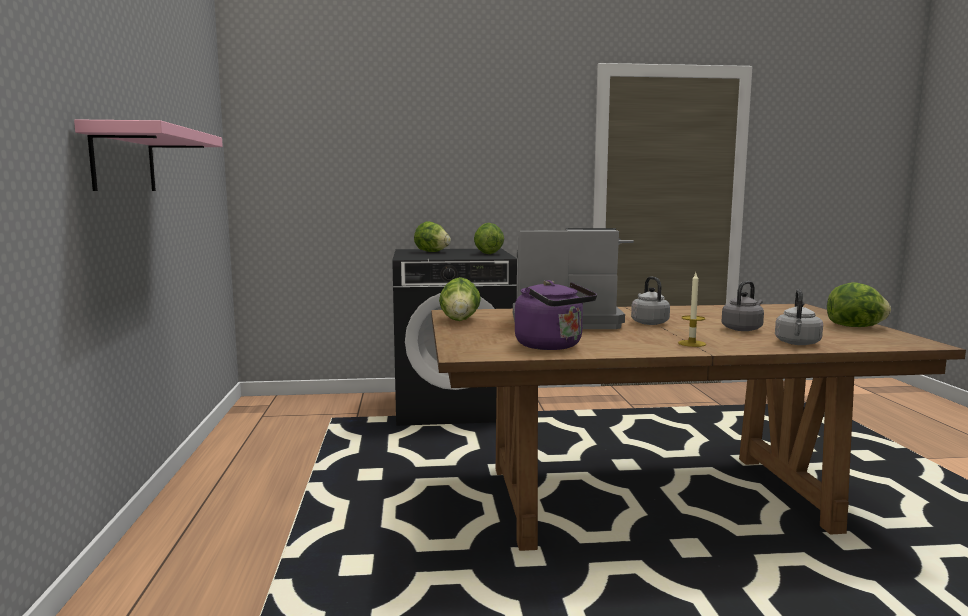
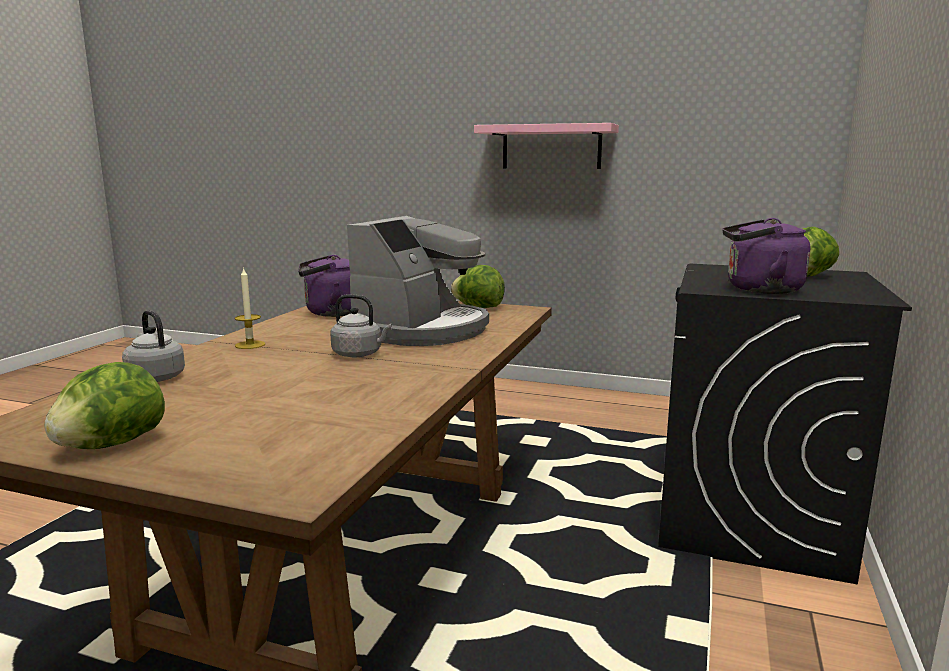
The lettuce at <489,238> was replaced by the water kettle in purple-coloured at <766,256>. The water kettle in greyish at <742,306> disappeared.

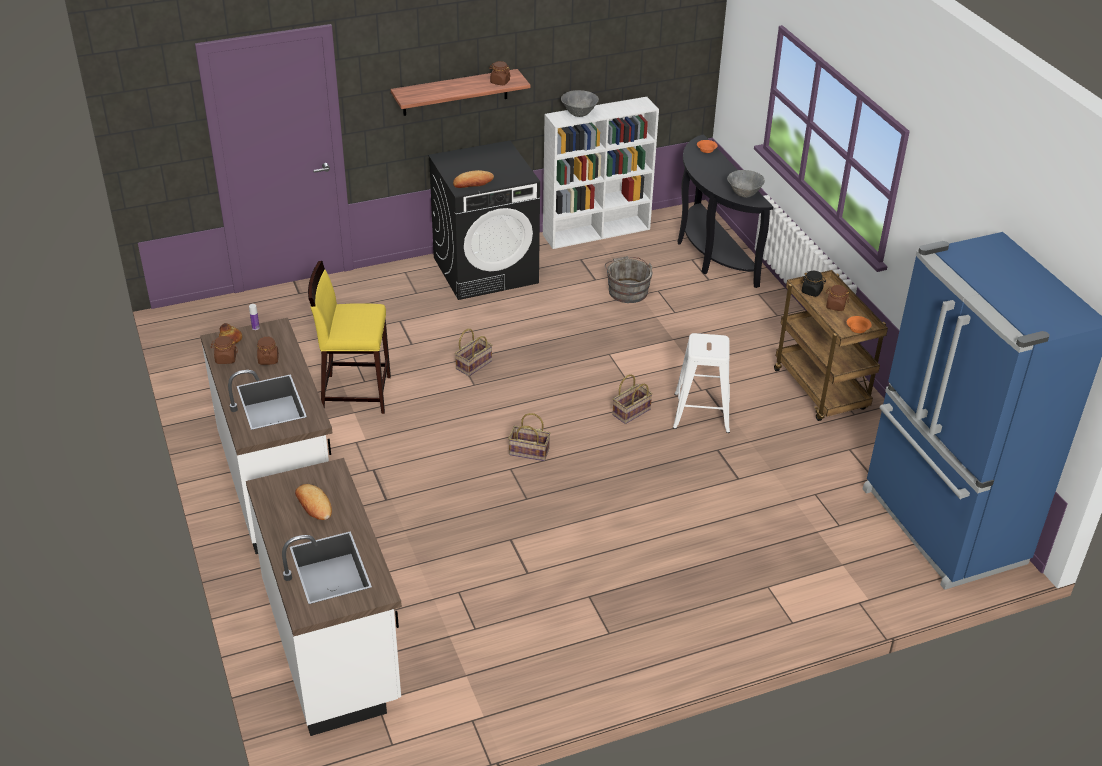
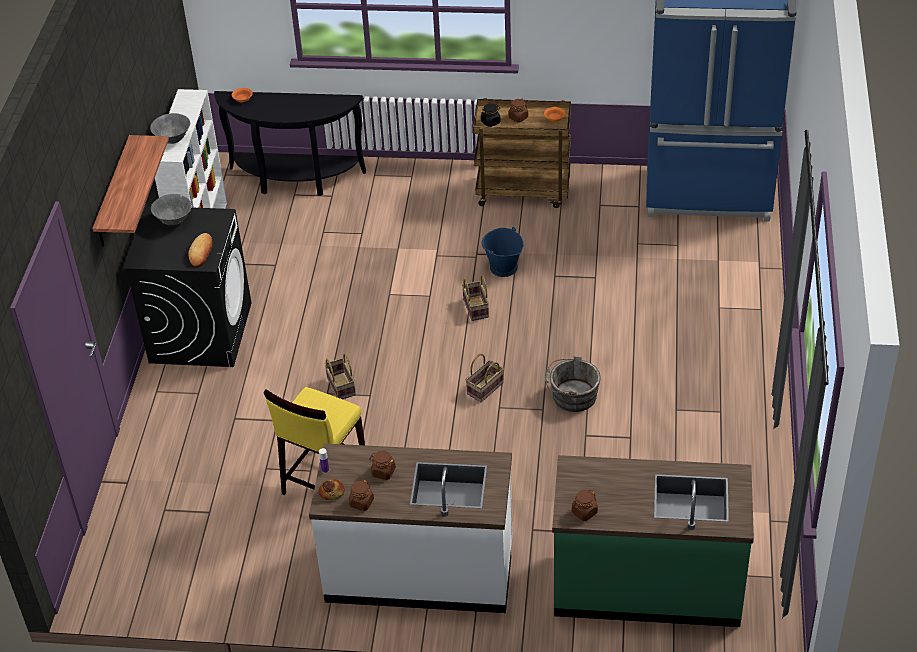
The storage jar in brown-coloured moved from <500,73> to <585,505>. The bowl in greyish moved from <746,184> to <171,209>. The water bucket in greyish moved from <628,279> to <573,384>. The stool seat in white at <701,383> was replaced by the water bucket in blue at <502,252>. The kitchen base unit in white at <324,597> became the kitchen base unit in greenish at <653,541>. The bread at <313,502> disappeared.

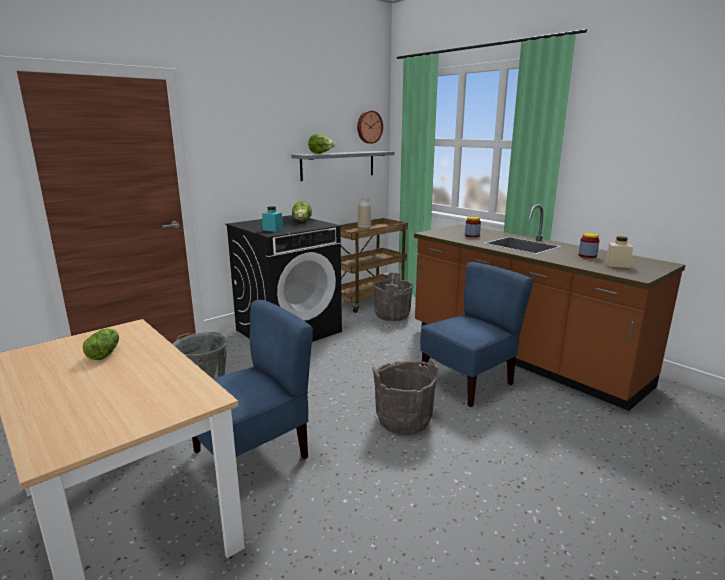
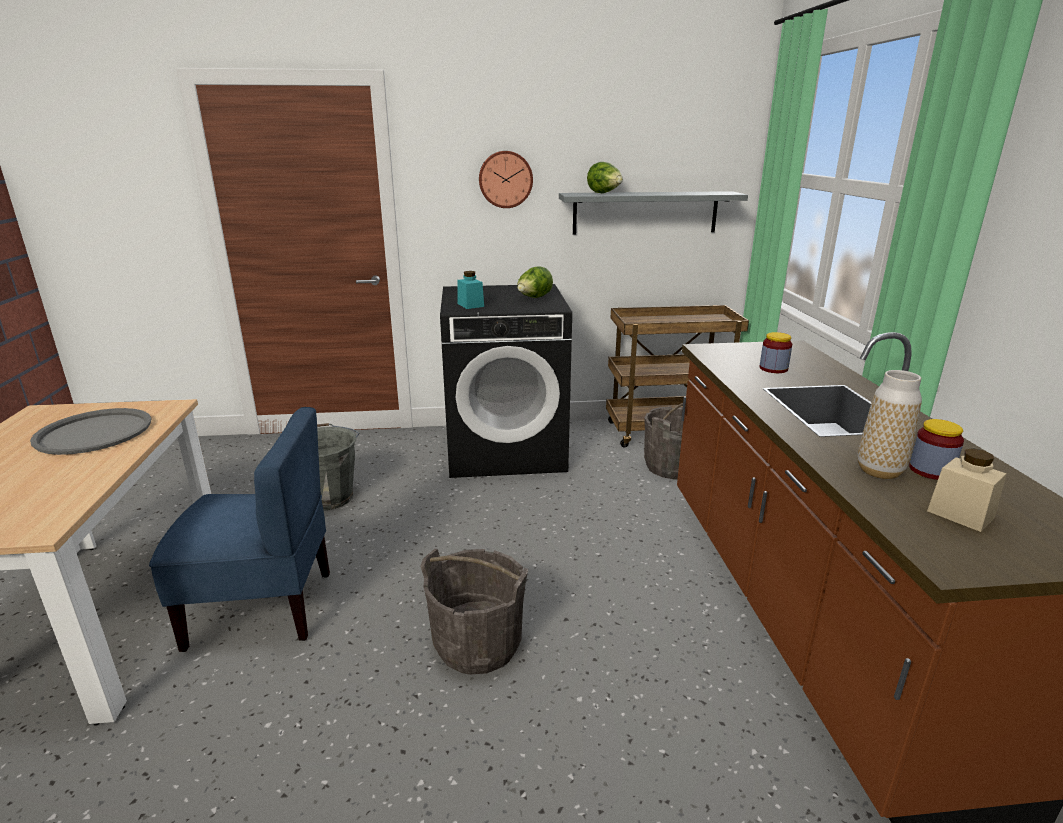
The clock on the wall moved from <370,127> to <506,179>. The decorative vase moved from <364,214> to <889,424>. The plain chair in blue at <477,334> disappeared. The lettuce at <101,344> was replaced by the carrying tray in greyish at <90,431>.

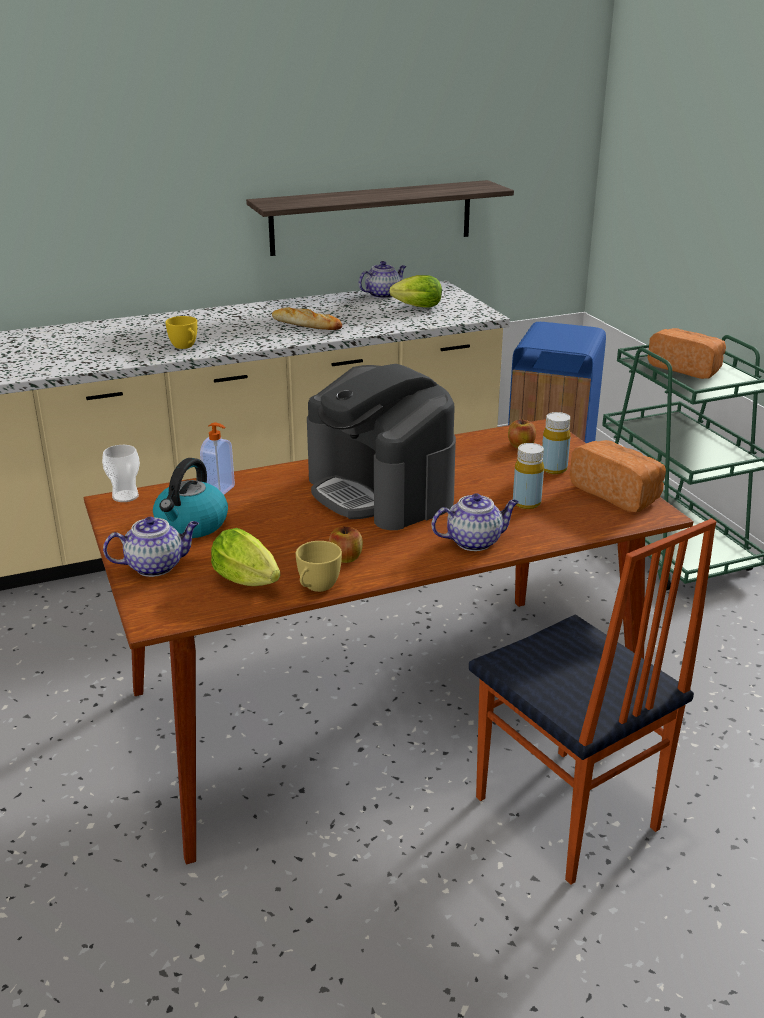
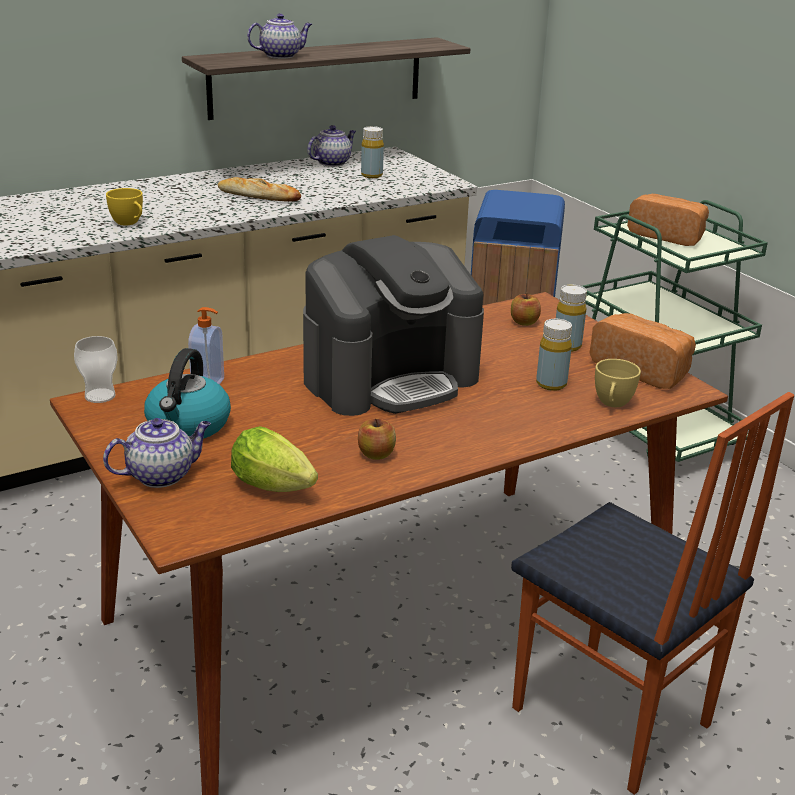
The lettuce at <415,291> was replaced by the drink bottle in yellow at <372,152>. The coffee brewer at <381,447> turned 75 degrees counterclockwise. The tea pot moved from <475,522> to <279,36>. The cup in yellow moved from <319,566> to <618,383>.

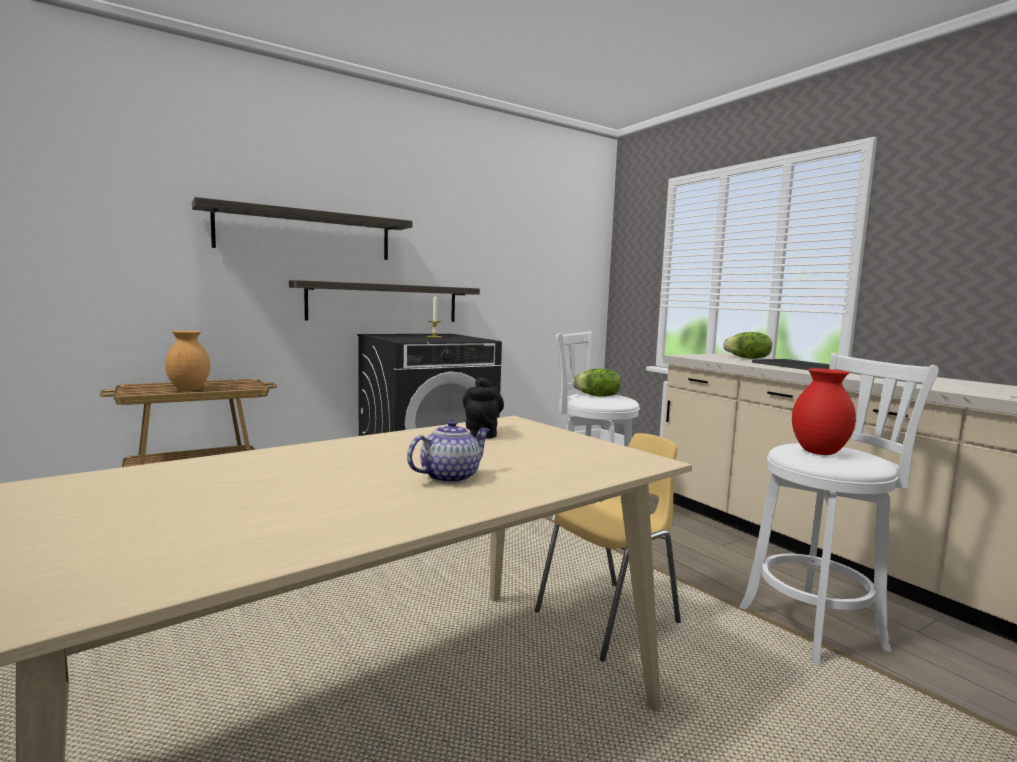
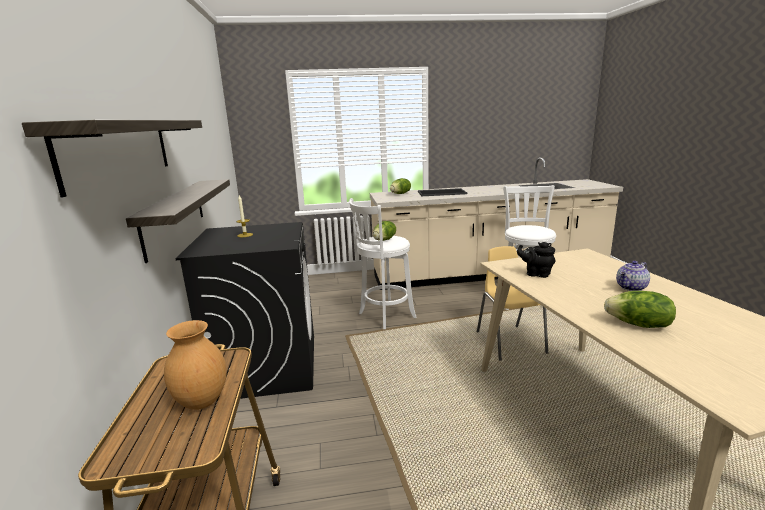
The decorative vase in red at <824,411> disappeared. The tea pot at <448,451> turned 105 degrees counterclockwise. The lettuce at <640,309> appeared.

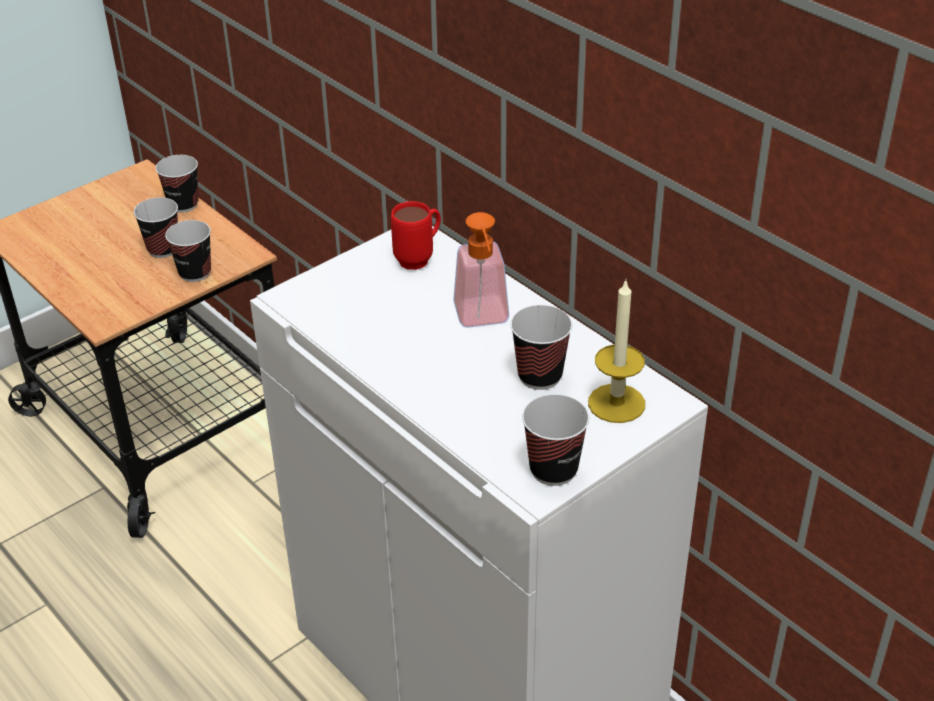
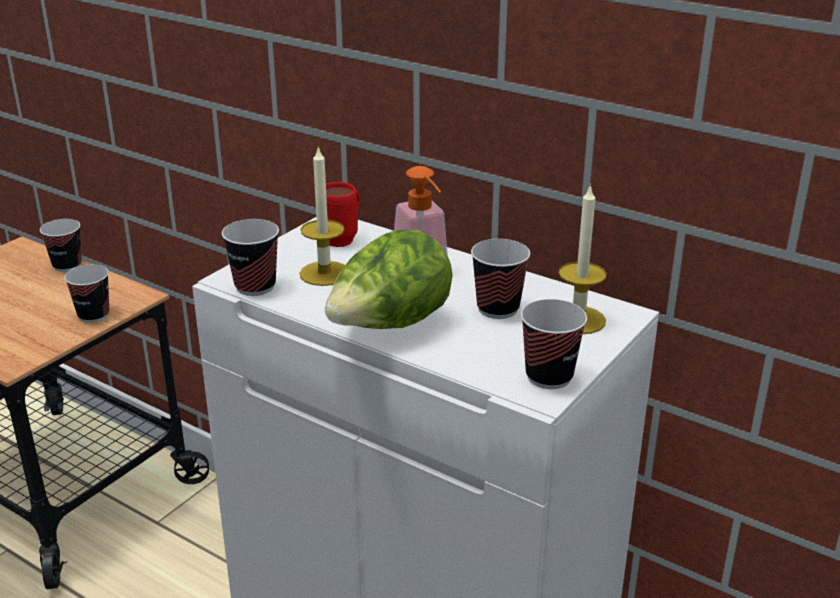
The cup moved from <156,227> to <250,257>. The wax candle at <322,215> appeared. The lettuce at <389,279> appeared.

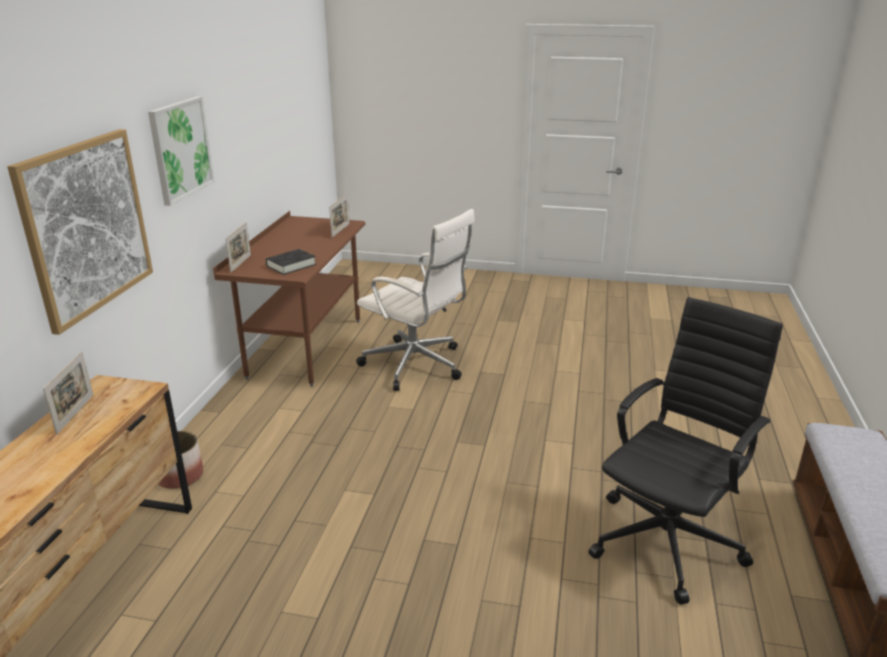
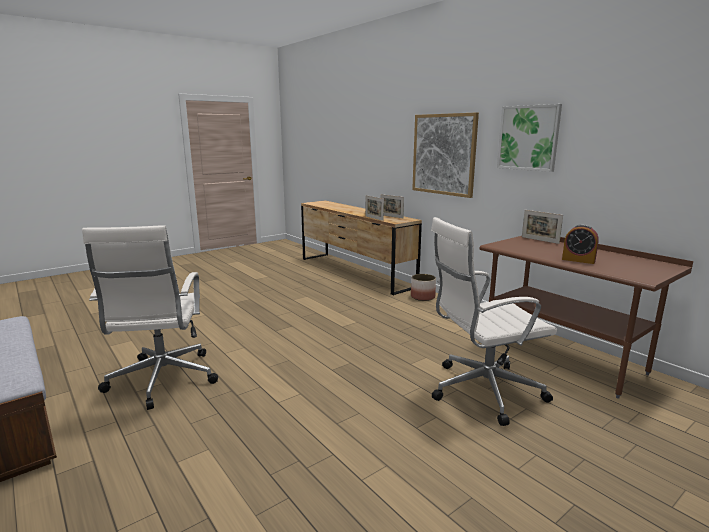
The picture frame moved from <339,215> to <374,208>. The book in black-coloured at <291,262> disappeared. The desk chair in black-coloured at <686,451> became the desk chair in white at <150,317>. The bedside clock at <580,244> appeared.

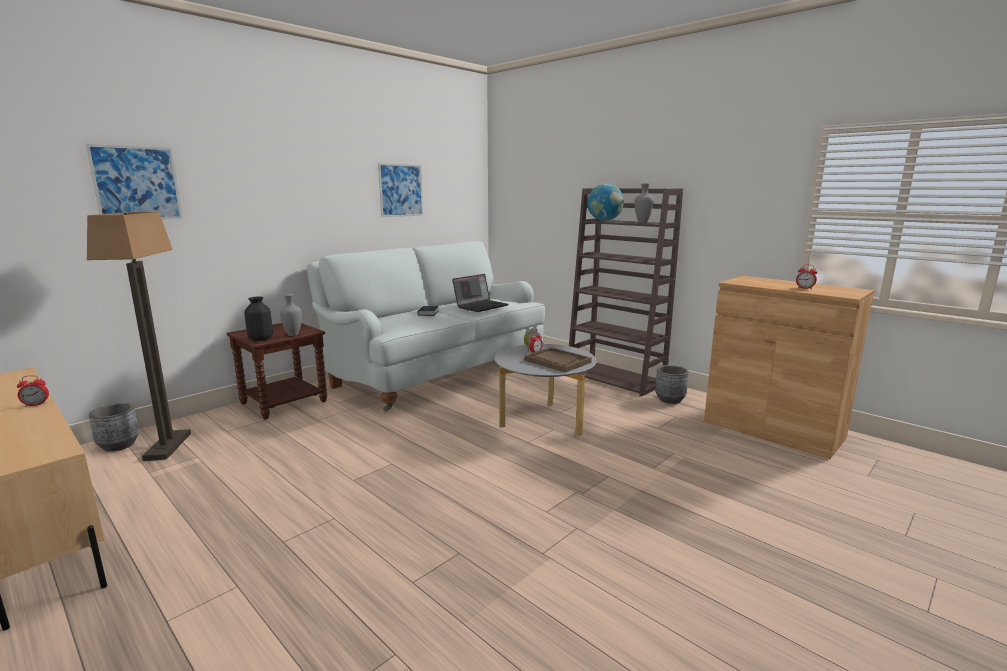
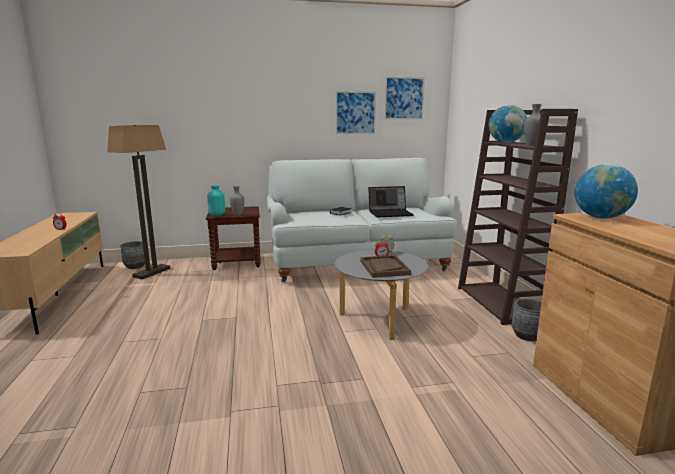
The wall picture moved from <134,181> to <404,98>. The bedside clock at <806,276> disappeared. The decorative vase in black-coloured at <258,318> became the decorative vase in turquoise at <216,200>. The globe at <606,191> appeared.

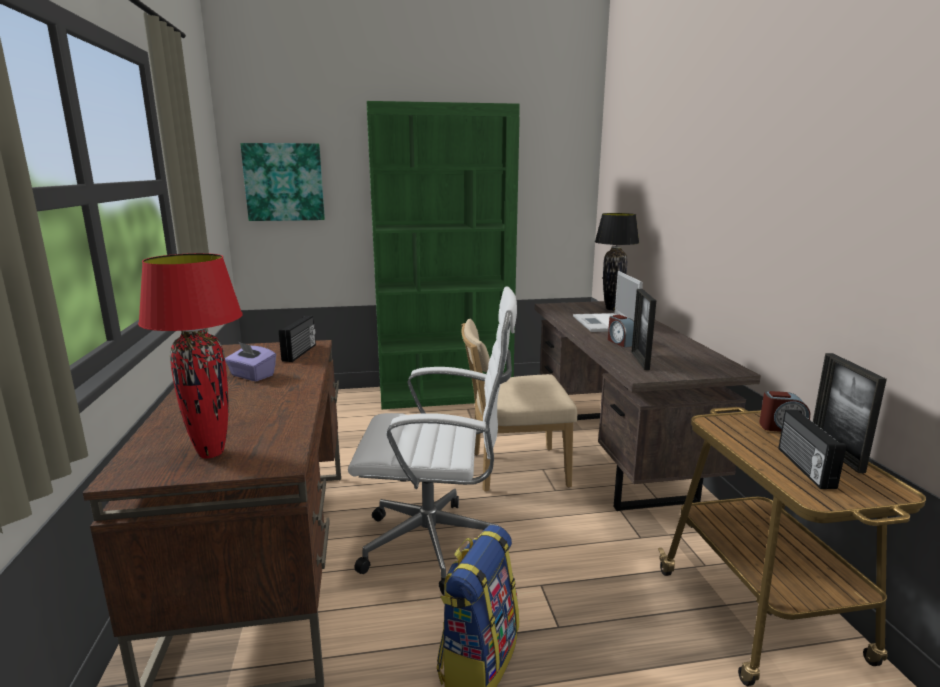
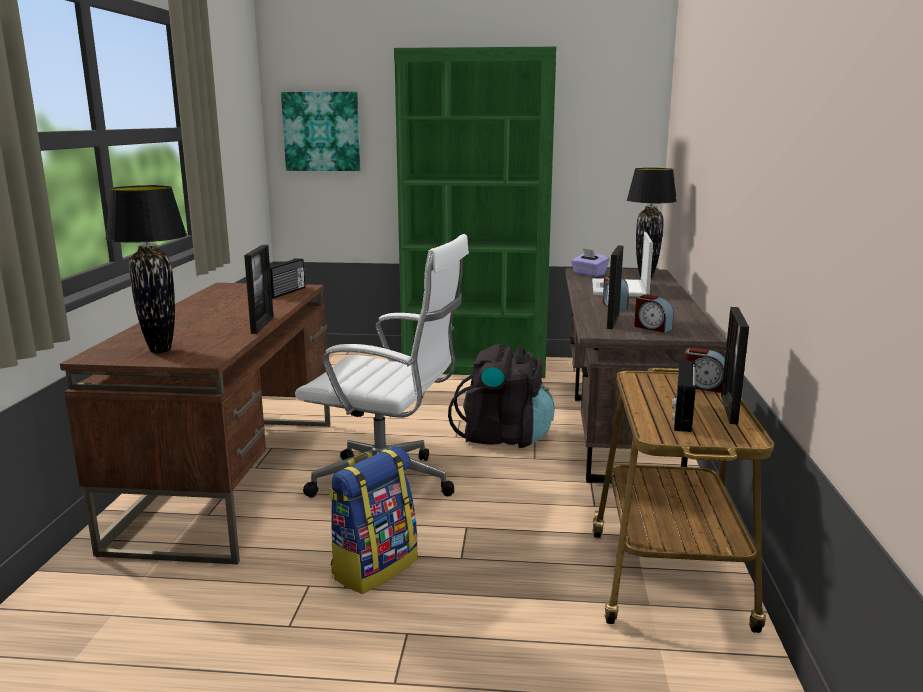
The tabletop lamp in red at <190,355> became the tabletop lamp in black-coloured at <146,269>. The plain chair in sand-coloured at <519,405> was replaced by the knapsack in black-coloured at <501,396>. The tissue box in purple-coloured moved from <250,361> to <590,262>. The picture frame at <259,289> appeared. The bedside clock at <654,313> appeared.

